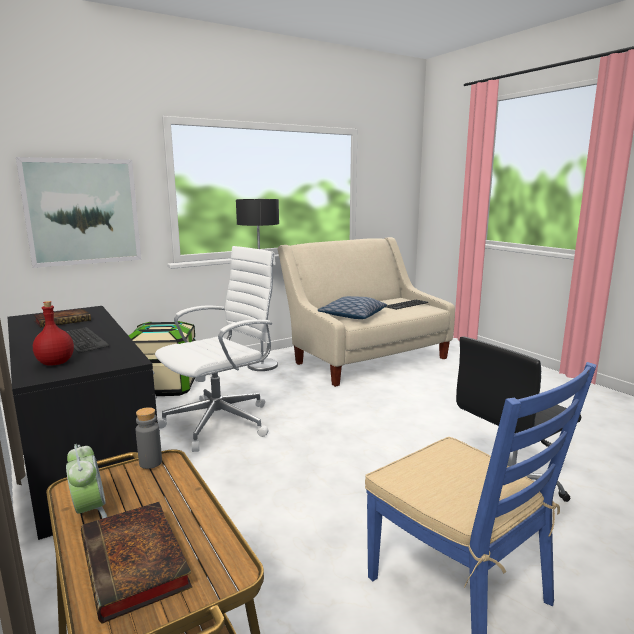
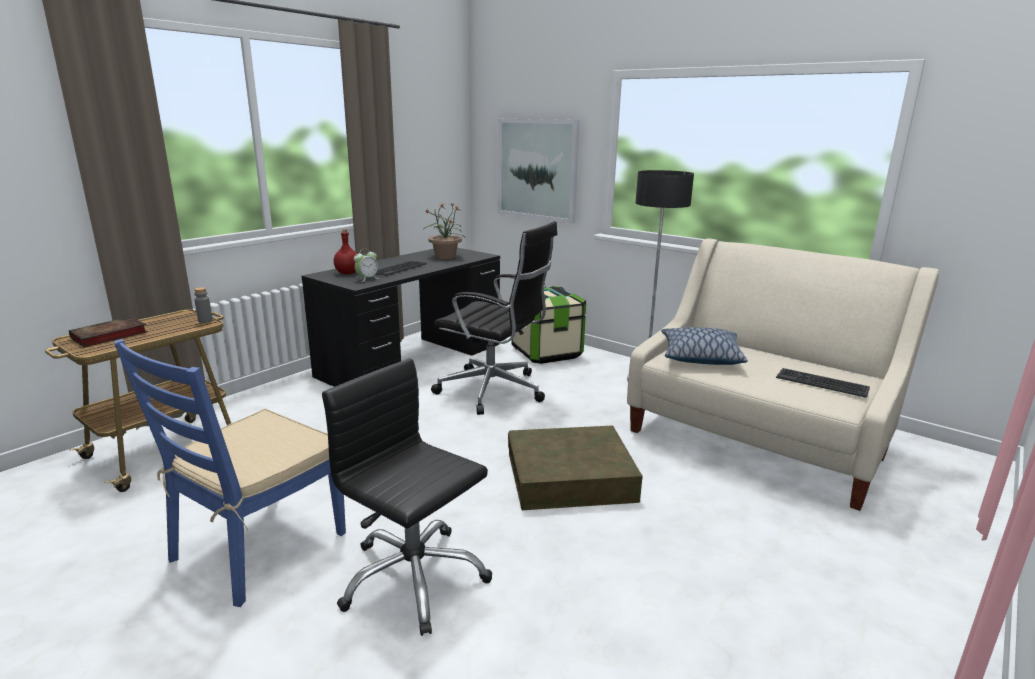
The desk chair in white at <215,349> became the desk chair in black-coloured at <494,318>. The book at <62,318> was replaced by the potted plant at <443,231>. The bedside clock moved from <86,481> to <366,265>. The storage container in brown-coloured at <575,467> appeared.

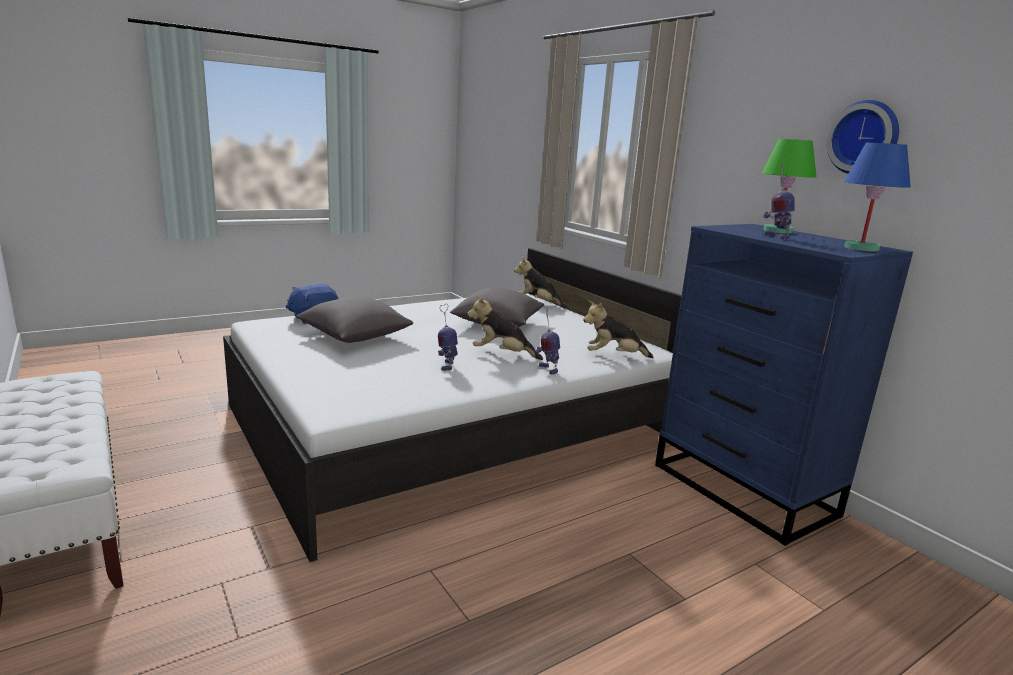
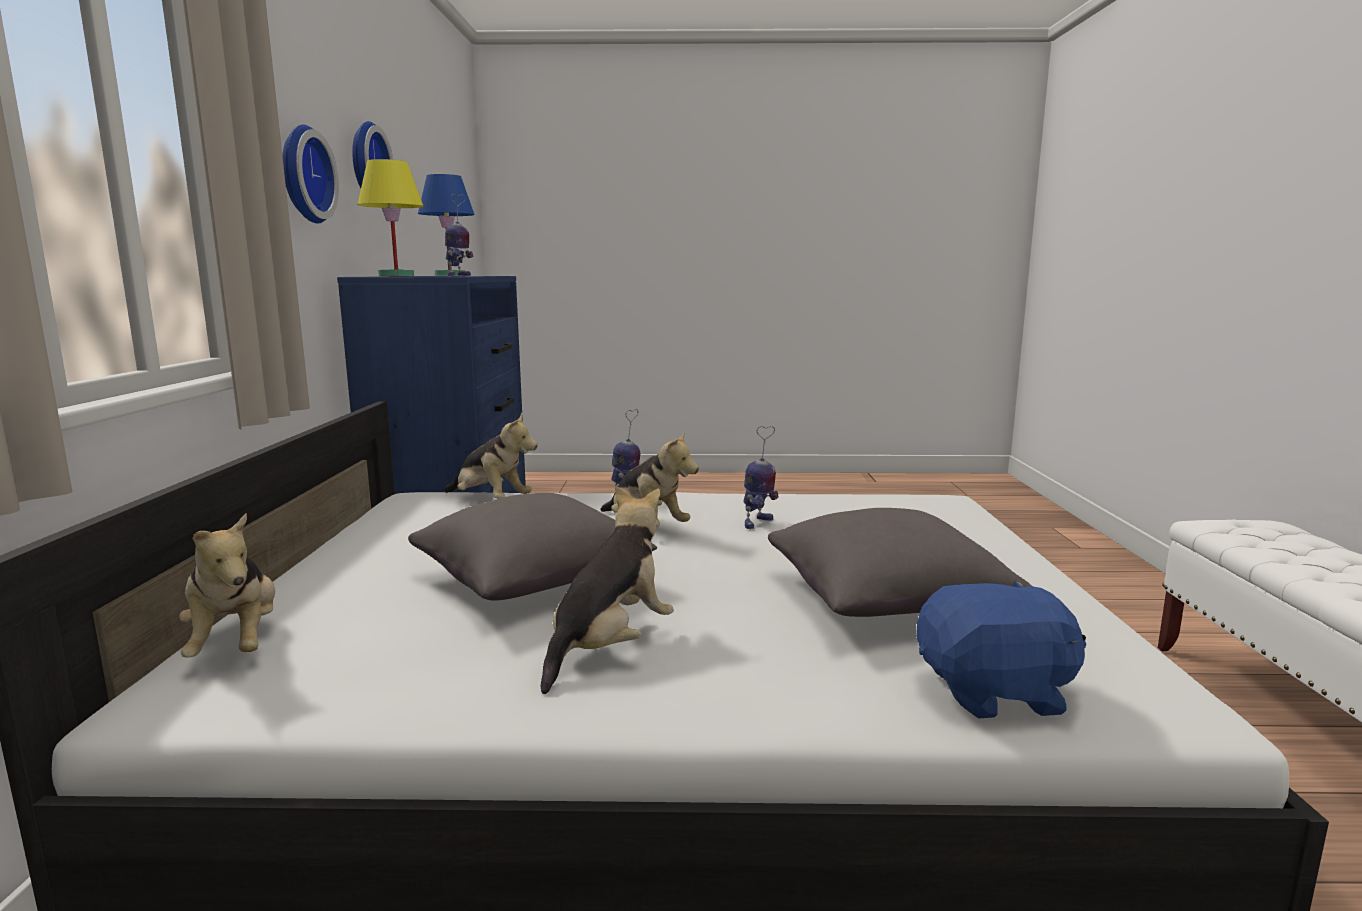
The tabletop lamp in greenish at <789,186> became the tabletop lamp in yellow at <390,217>. The clock on the wall at <310,174> appeared. The cuddly toy at <607,589> appeared.

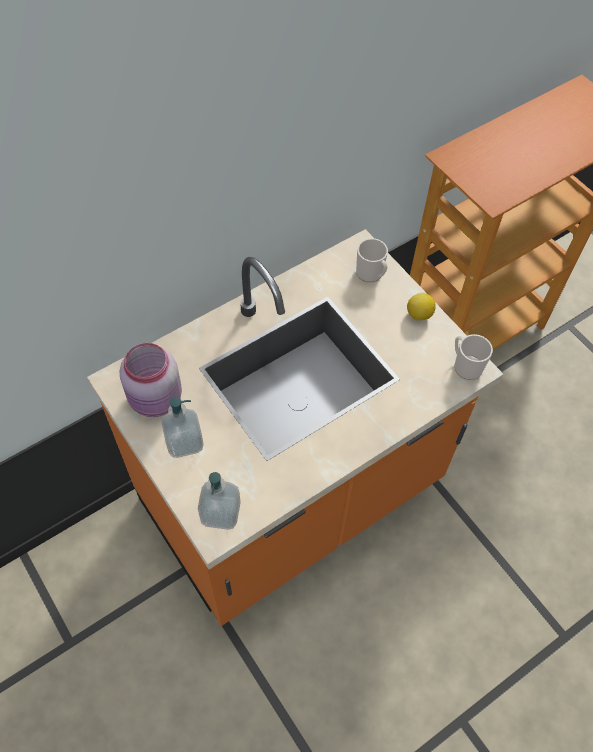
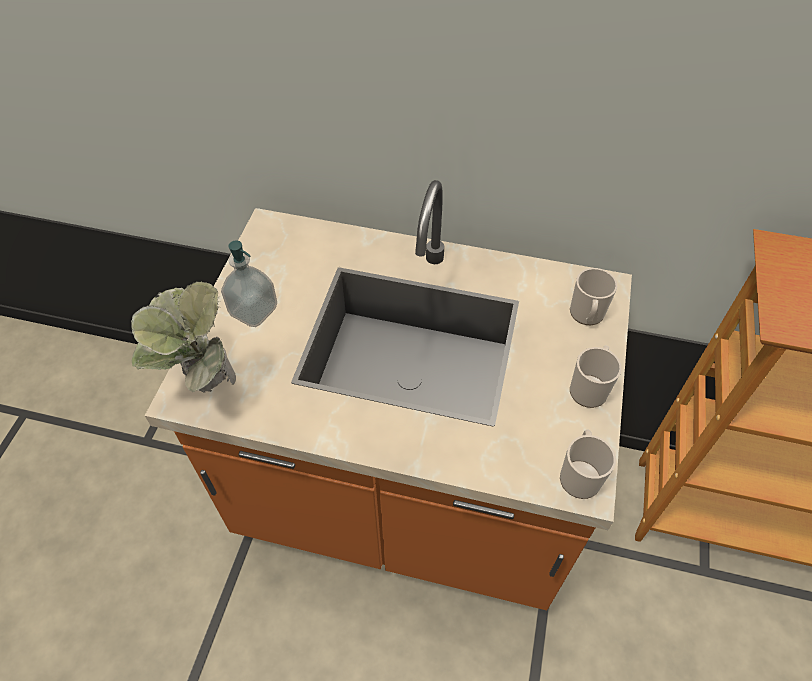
The whole lemon at <421,306> was replaced by the tea mug at <596,376>. The storage jar in pinkish at <151,380> disappeared. The liquid soap bottle at <219,501> was replaced by the potted plant at <183,337>.

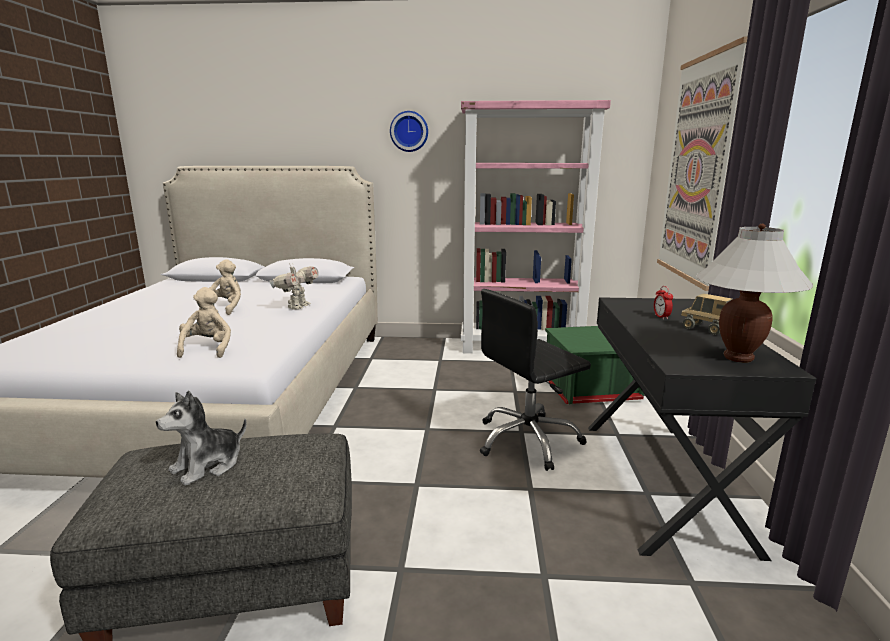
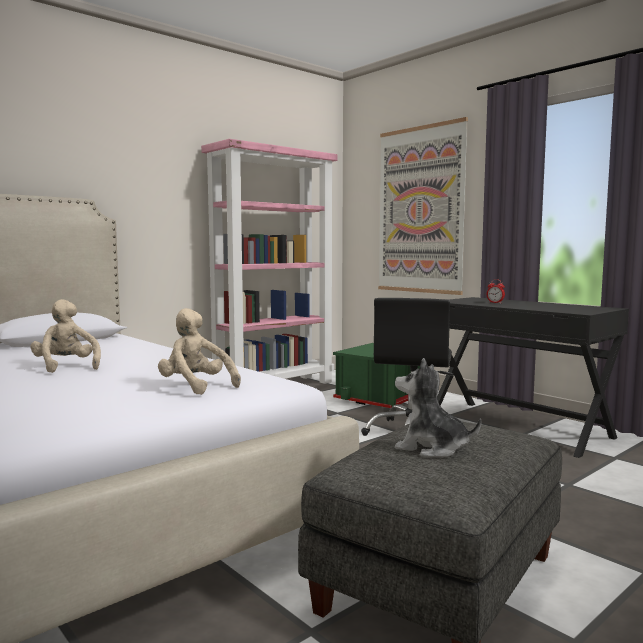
The clock on the wall at <409,131> disappeared. The tabletop lamp in white at <754,293> disappeared. The toy robot at <294,286> disappeared. The toy lorry at <707,314> disappeared. The cuddly toy at <201,438> turned 120 degrees clockwise.

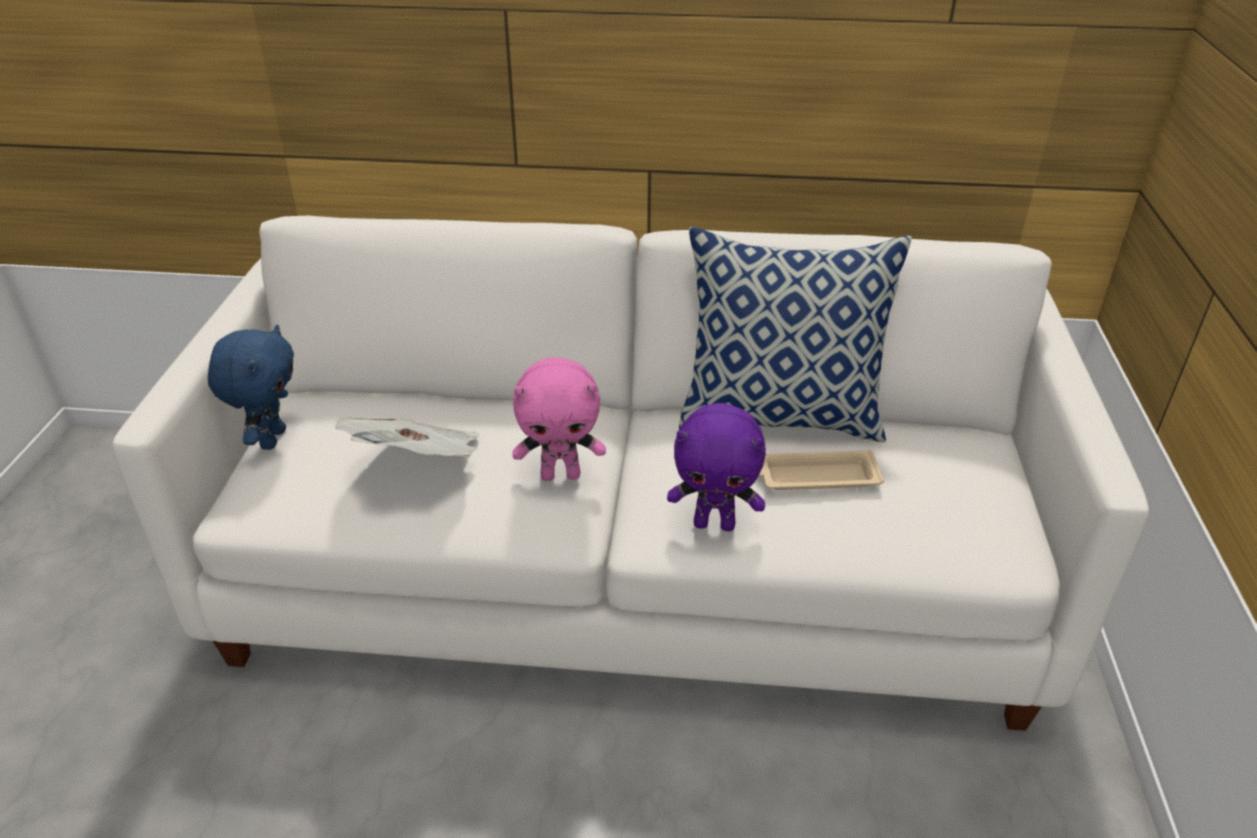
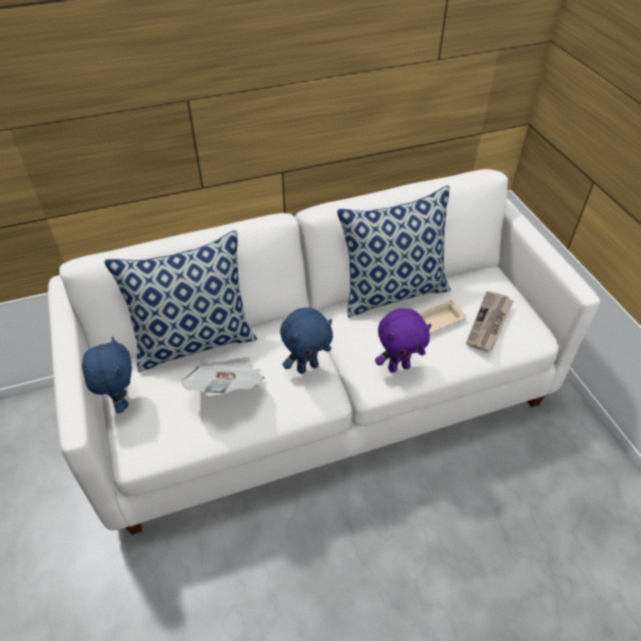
The cuddly toy in pinkish at <559,419> became the cuddly toy in blue at <306,341>. The cushion at <180,301> appeared. The printed paper at <489,321> appeared.

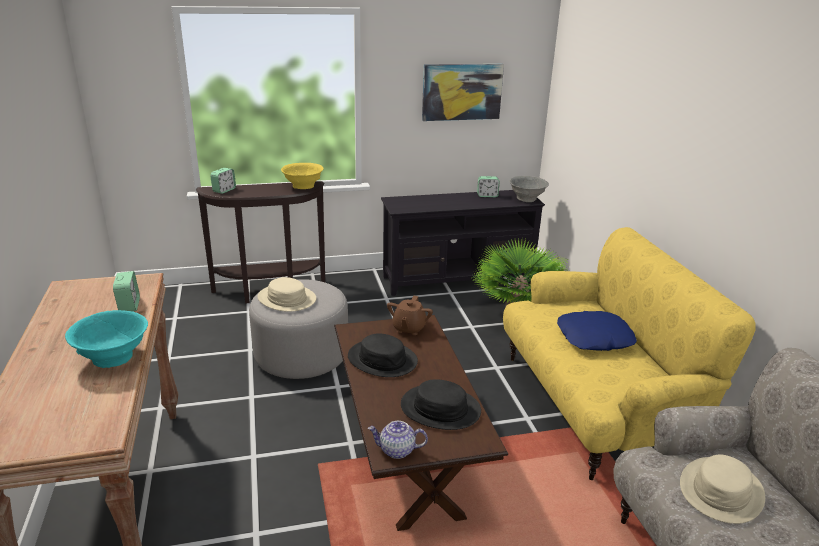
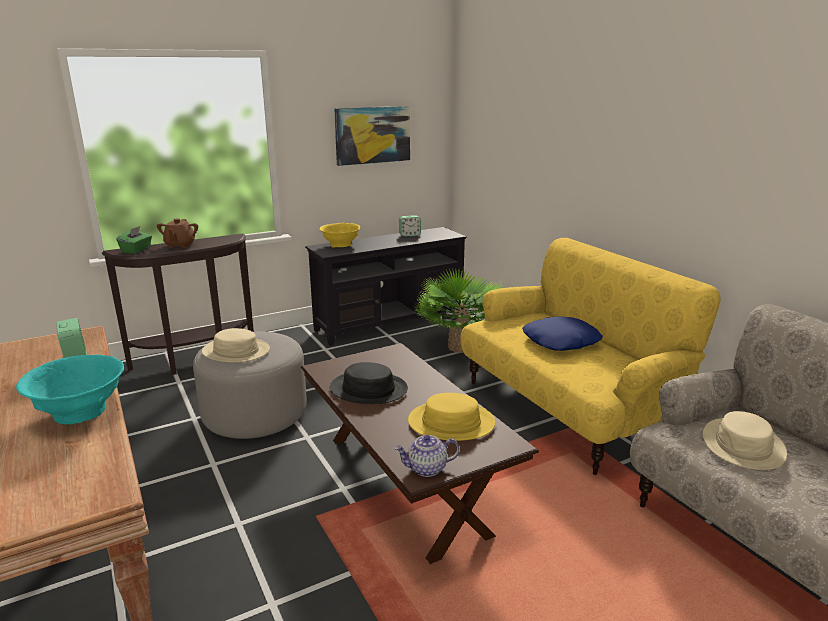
The bowl in yellow moved from <302,176> to <339,235>. The bedside clock at <223,181> was replaced by the tissue box in greenish at <134,240>. The bowl in greyish at <529,189> disappeared. The tea pot in brown-coloured moved from <410,315> to <177,233>. The wearable hat in black-coloured at <441,404> became the wearable hat in yellow at <451,417>.

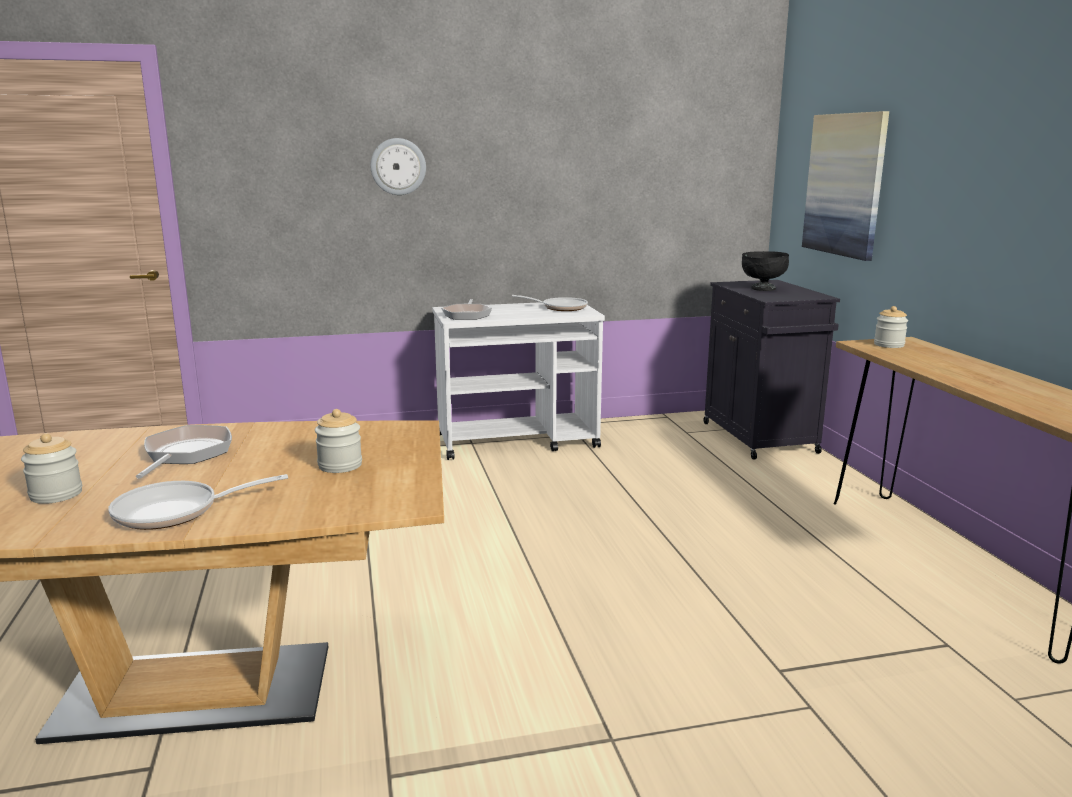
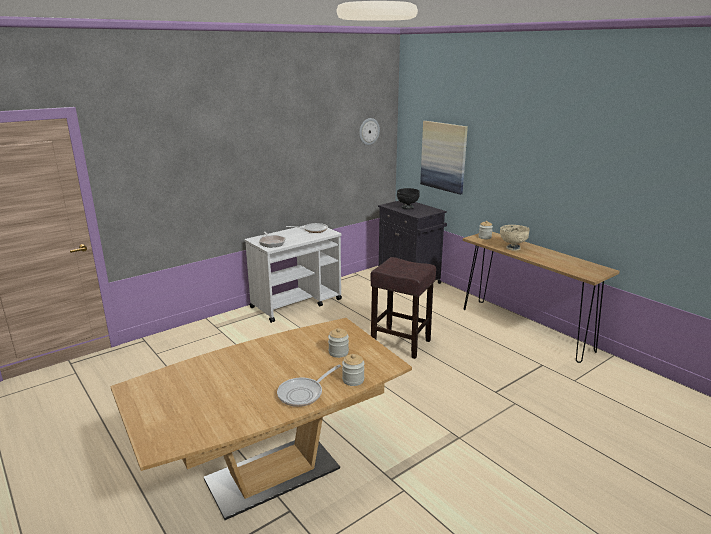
The clock on the wall moved from <398,166> to <369,131>. The frying pan at <184,452> disappeared. The storage jar moved from <51,468> to <353,370>. The bowl in sand-coloured at <515,238> appeared. The stool seat in brown-coloured at <403,308> appeared.

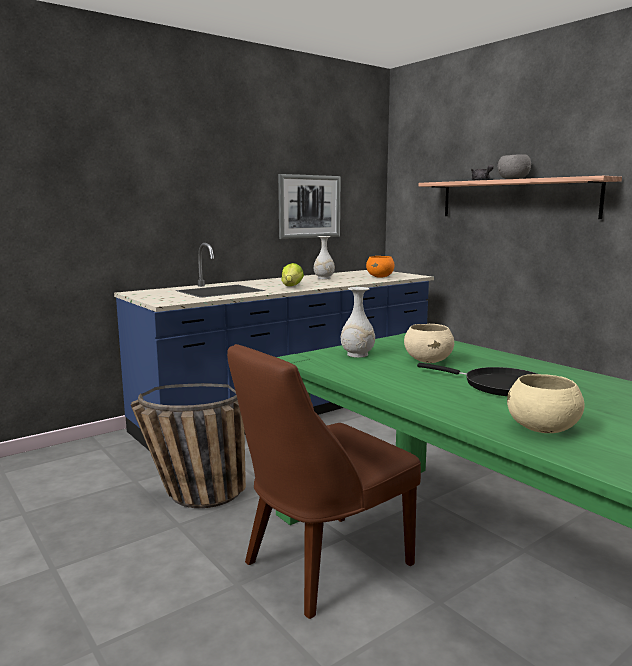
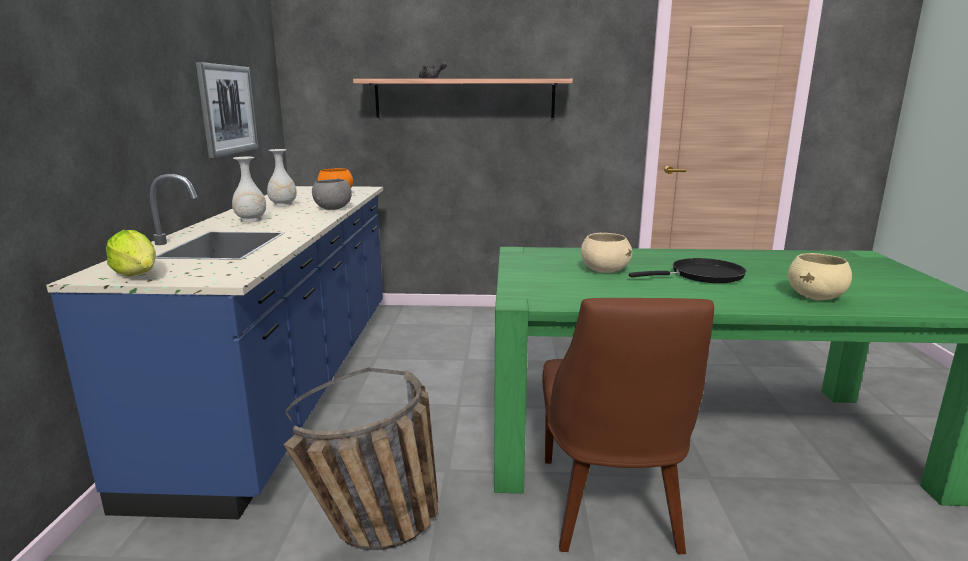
The bowl in greyish moved from <514,166> to <332,194>. The lettuce moved from <292,274> to <131,253>. The decorative vase in white moved from <358,322> to <249,189>.

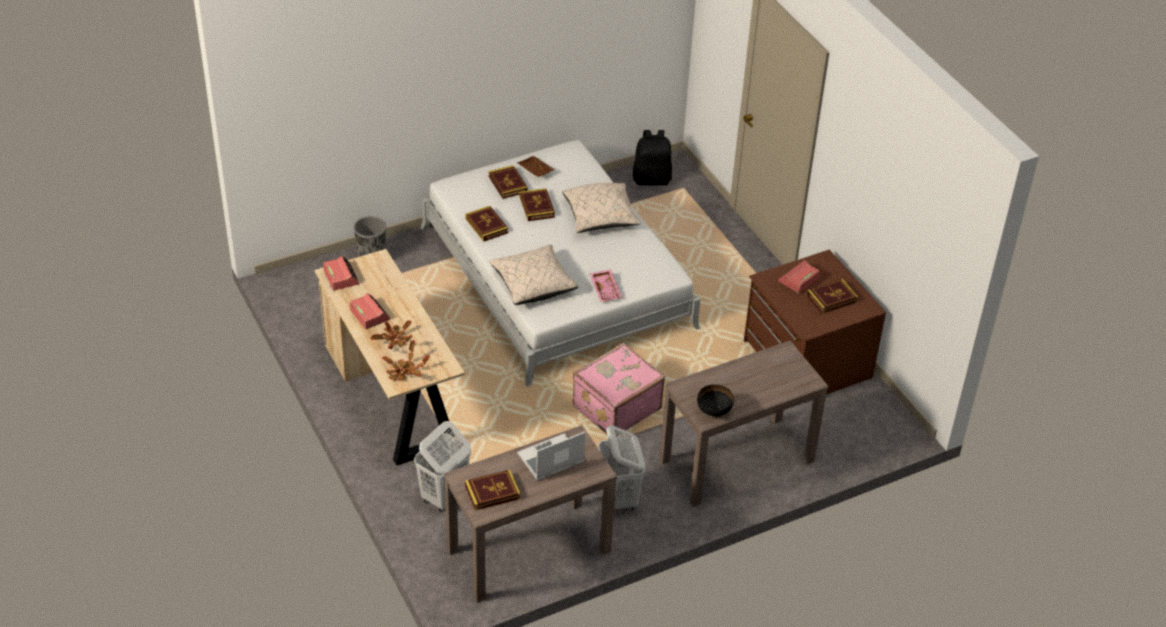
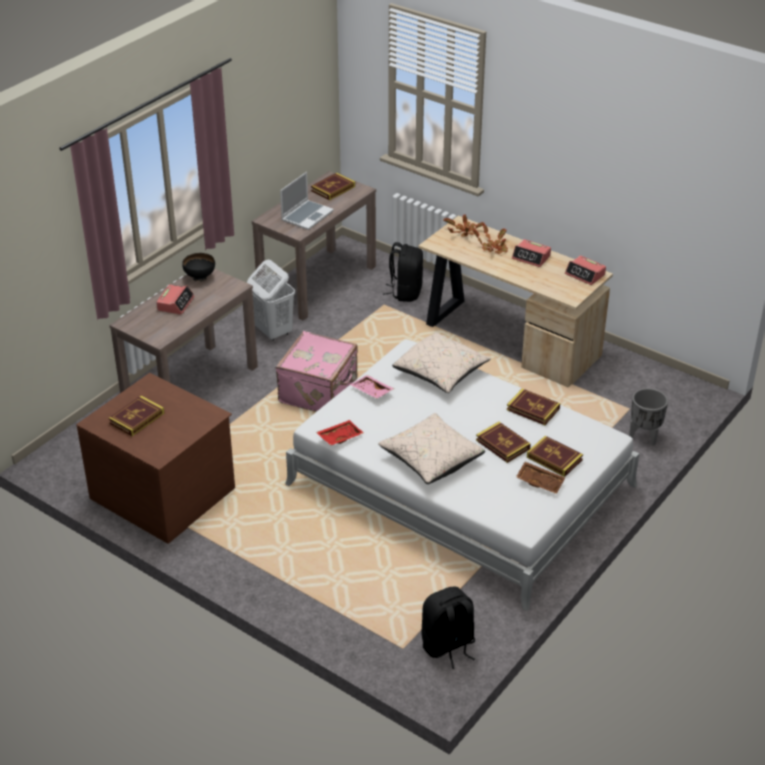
The bedside clock moved from <799,277> to <175,300>. The laundry basket in white at <442,466> was replaced by the knapsack in black-coloured at <403,272>. The carrying tray in red at <340,433> appeared.

